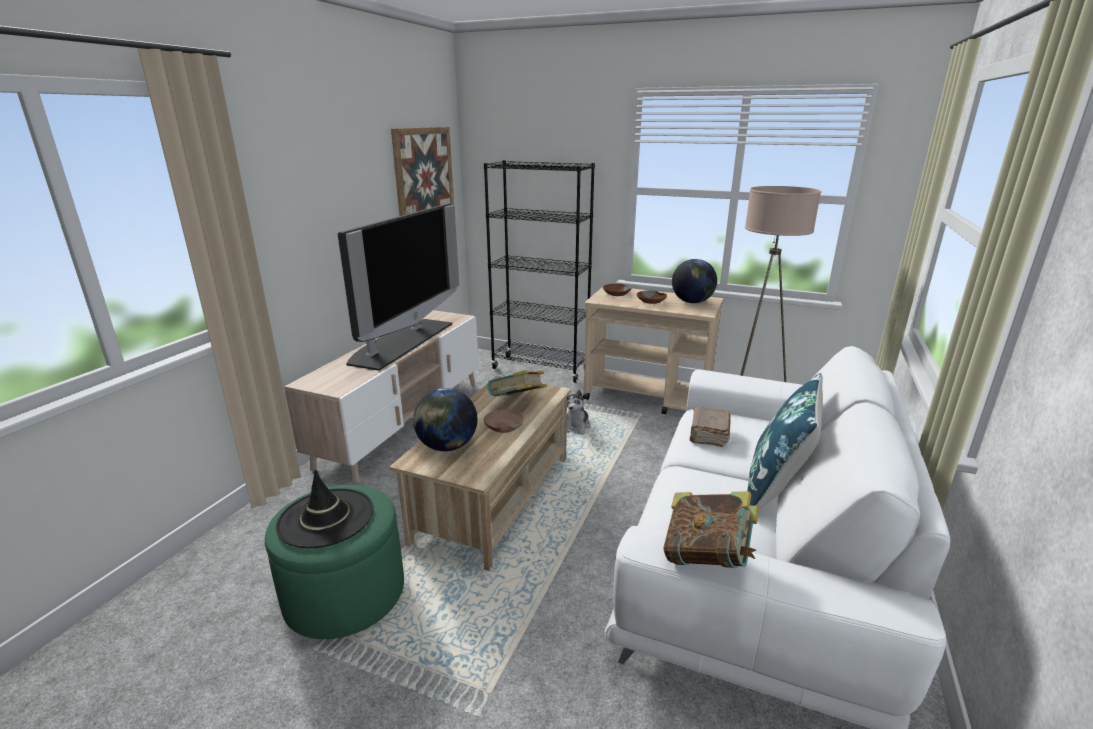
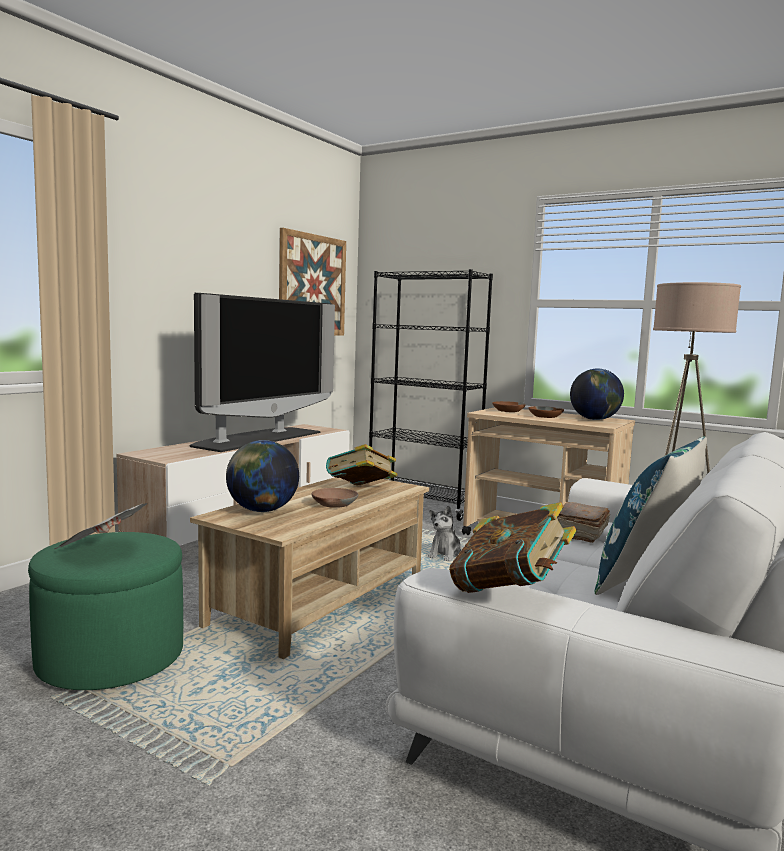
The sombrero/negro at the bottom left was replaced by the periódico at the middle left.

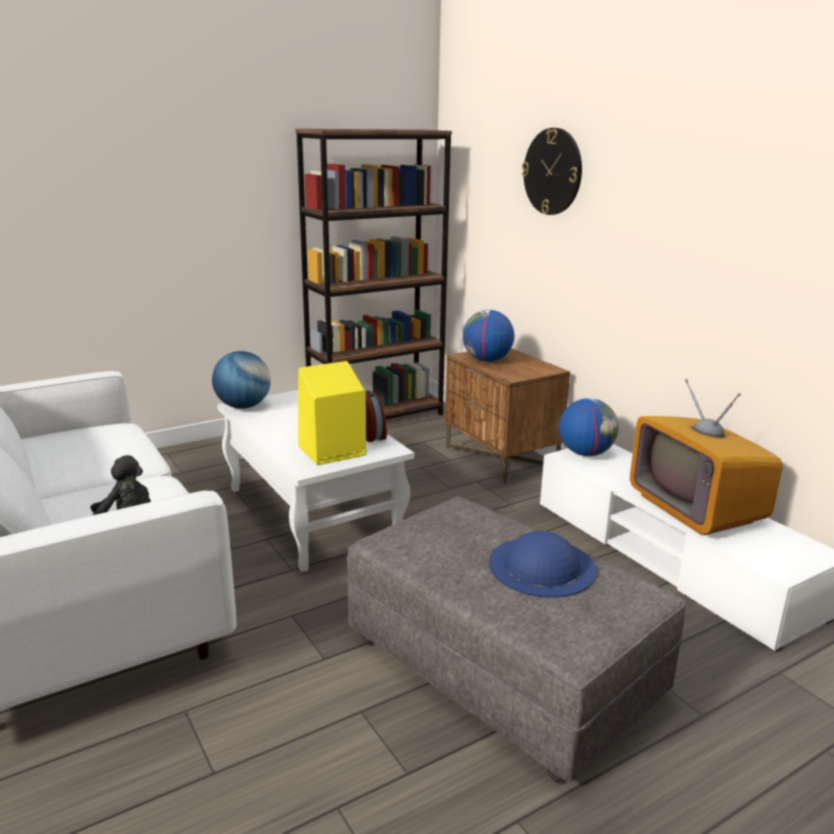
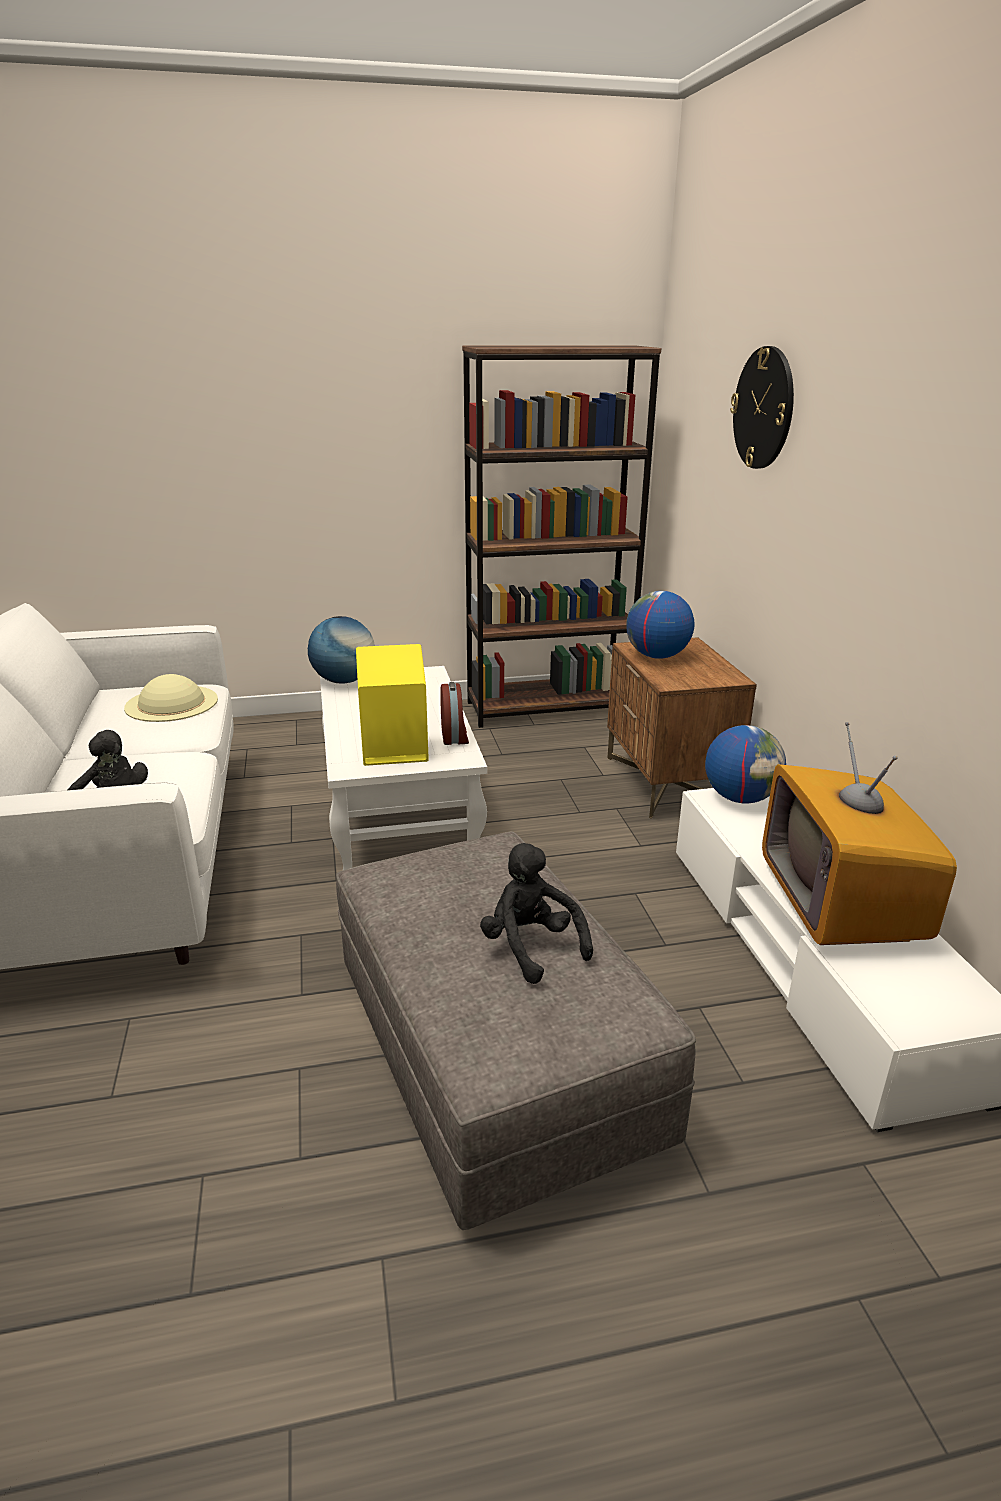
The sombrero/azul at the bottom centre was replaced by the peluche/negro (no. 2 from left) at the centre.
The sombrero/beis at the middle left appeared.

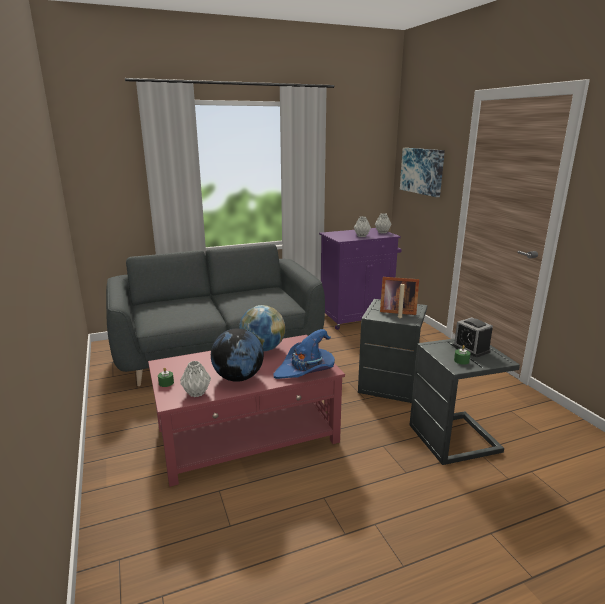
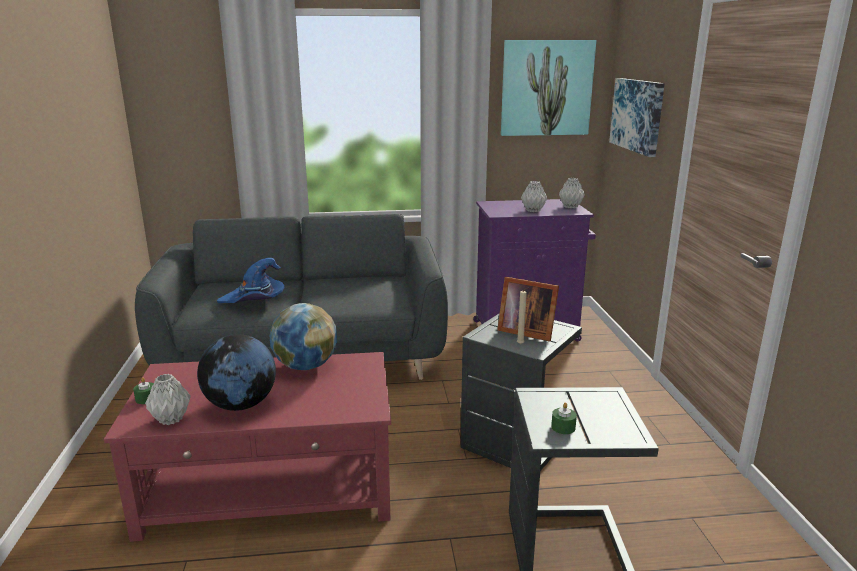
The sombrero/azul moved from the centre to the middle left.
The despertador at the middle right disappeared.
The cuadro (no. 1 from left) at the top centre appeared.

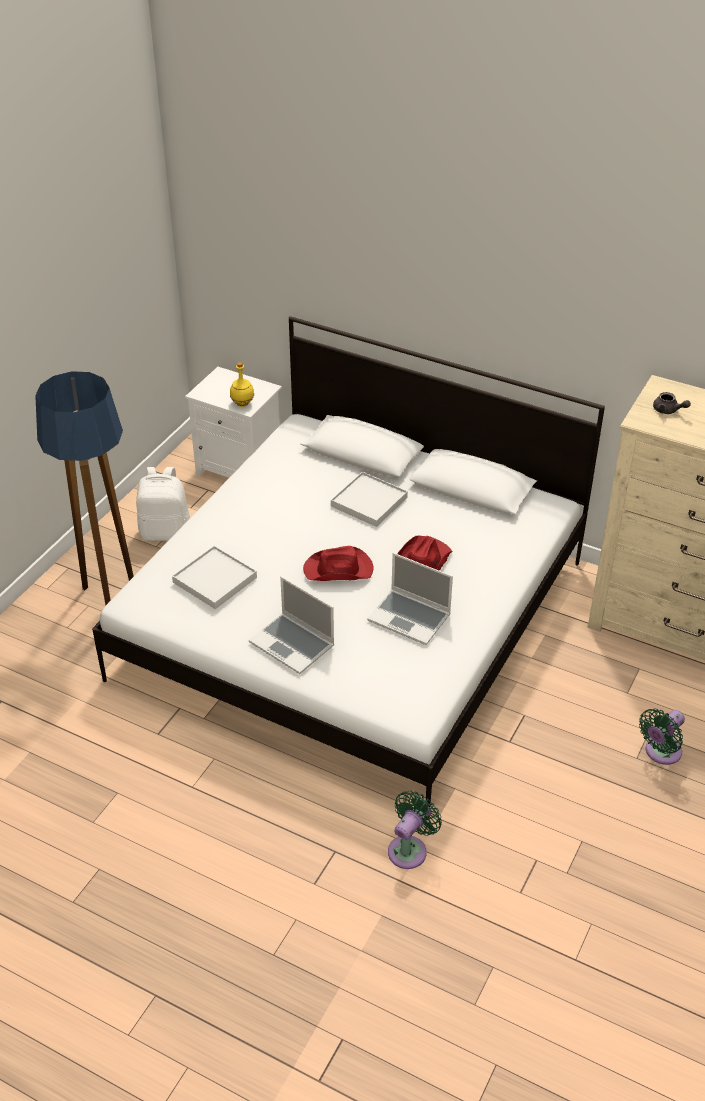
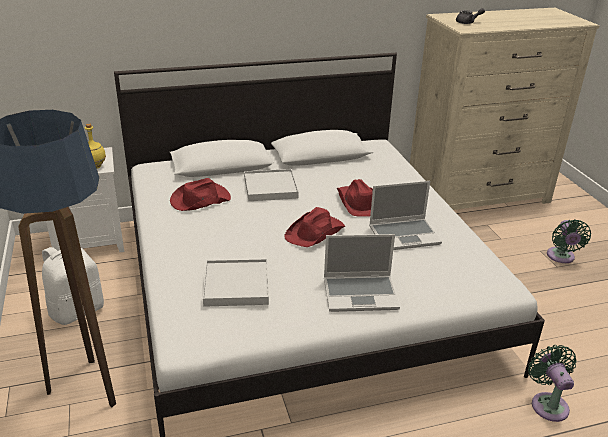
The sombrero/rojo (no. 1 from left) at the middle left appeared.

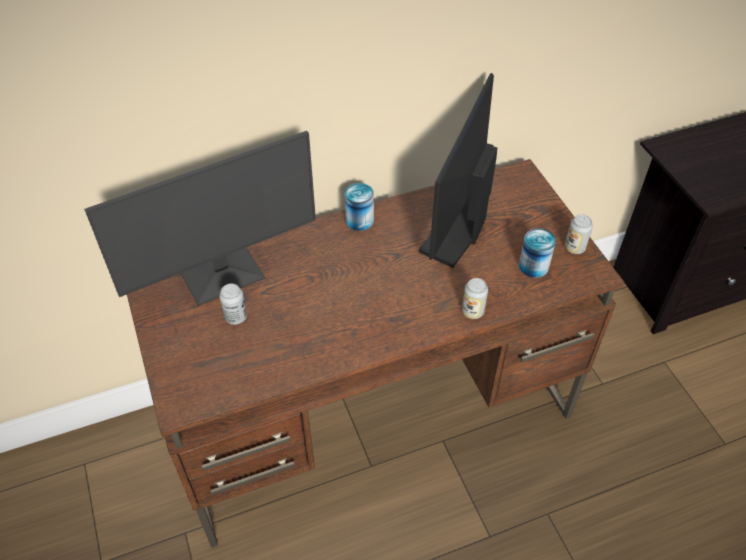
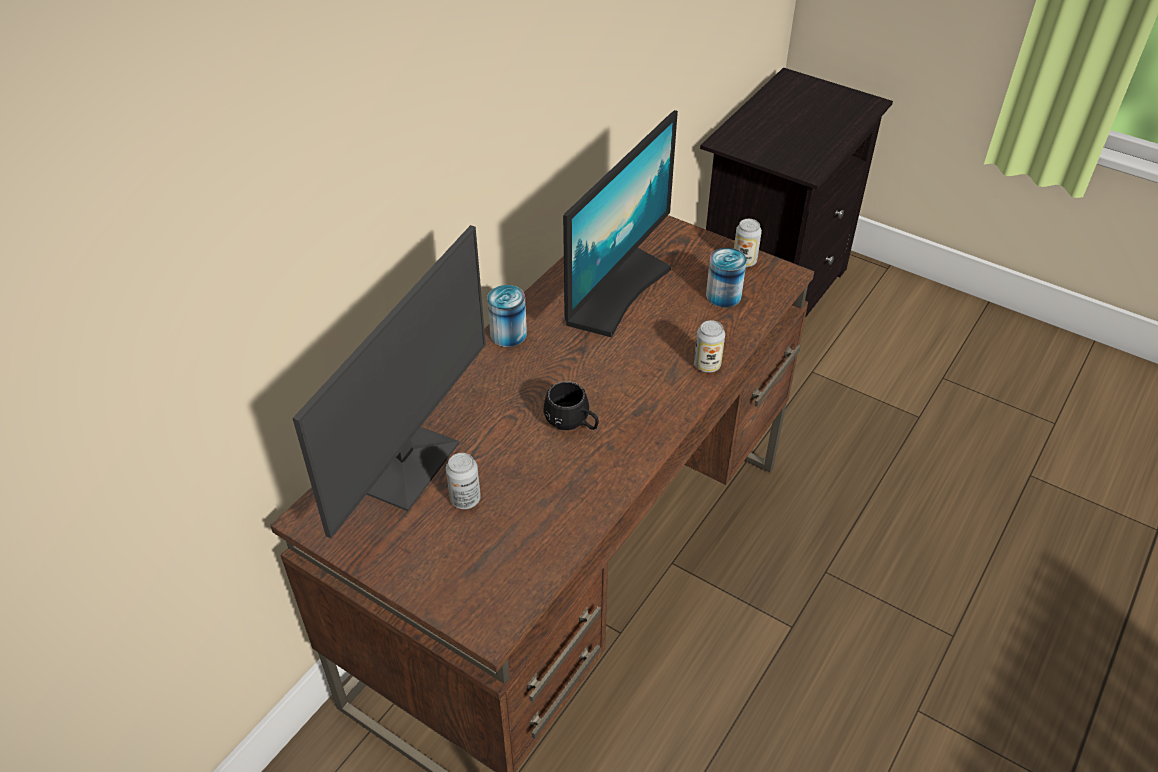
The monitor (no. 2 from left) at the top centre turned 135 degrees counterclockwise.
The taza grande/negro at the centre appeared.

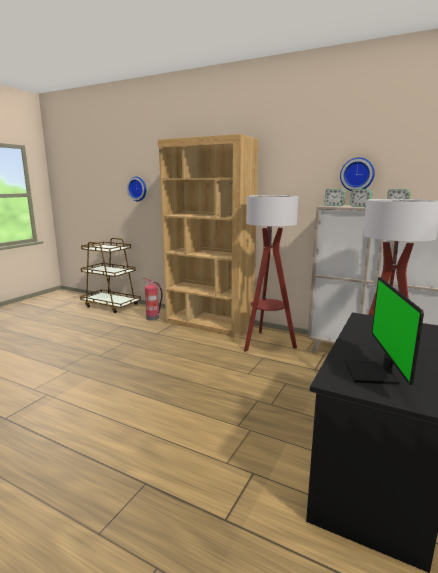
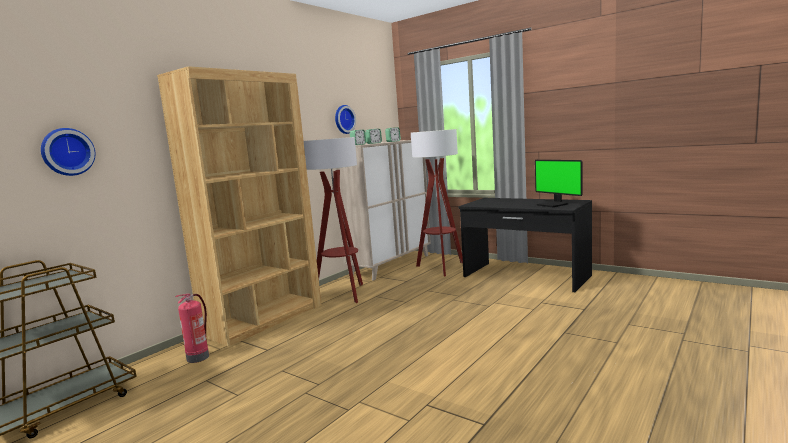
The monitor at the middle right turned 45 degrees clockwise.

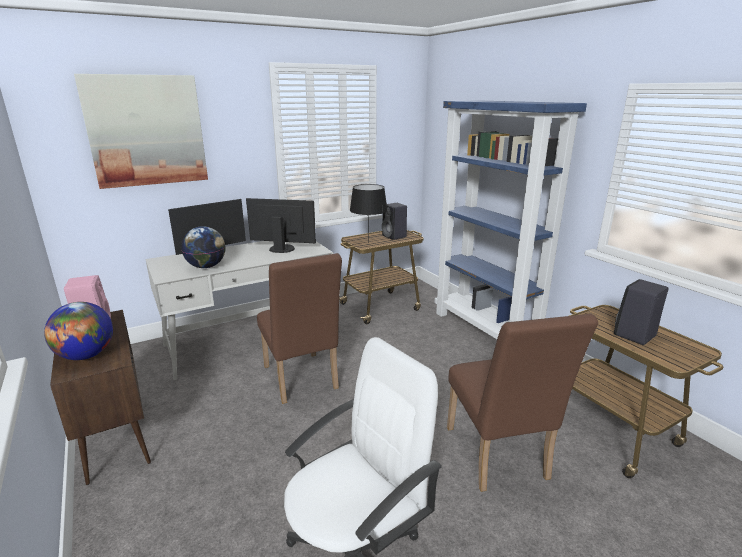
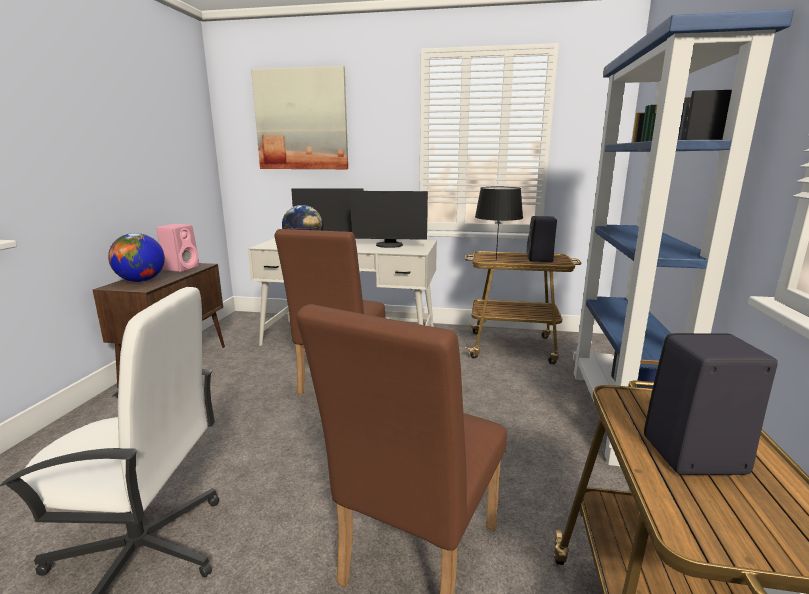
The monitor (no. 2 from left) at the centre turned 135 degrees clockwise.

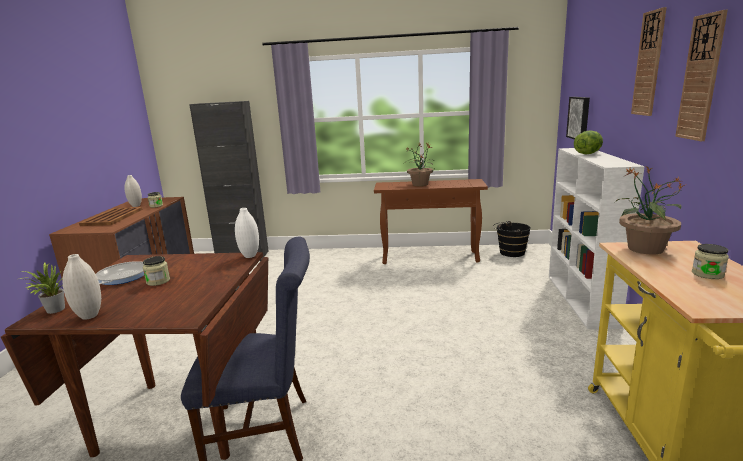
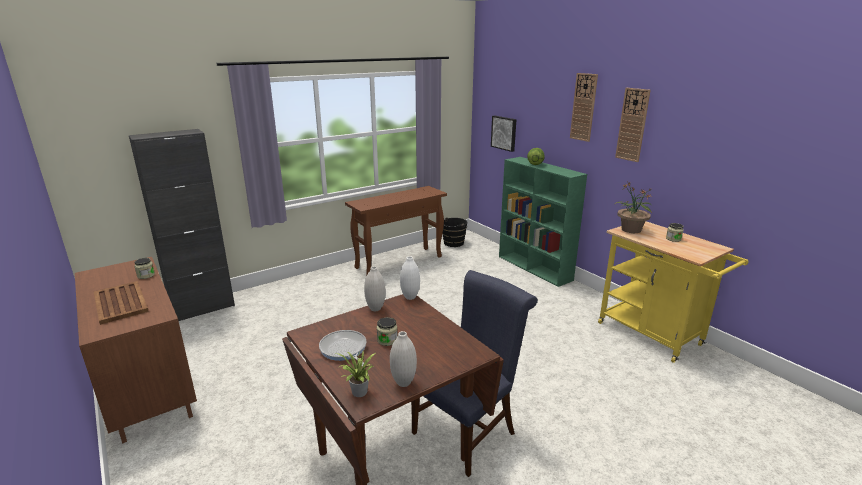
The florero/blanco (no. 2 from left in the first image) moved from the middle left to the centre.
The planta en maceta (no. 2 from left) at the centre disappeared.
The estantería/blanco at the middle right became the estantería/verde at the centre.

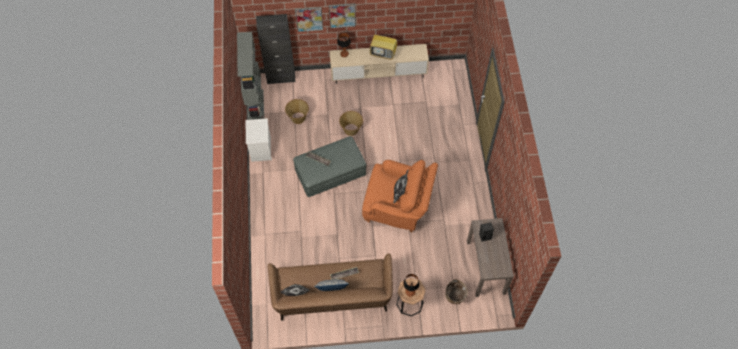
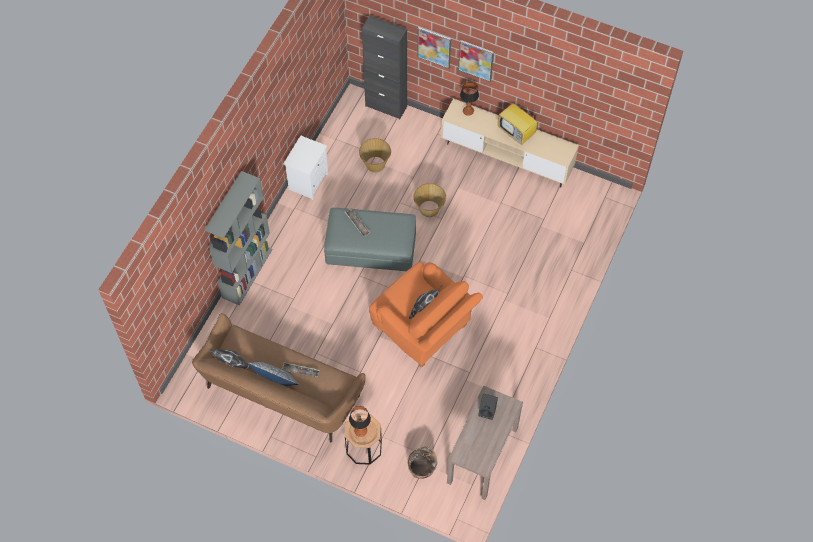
The estantería/gris moved from the top centre to the middle left.

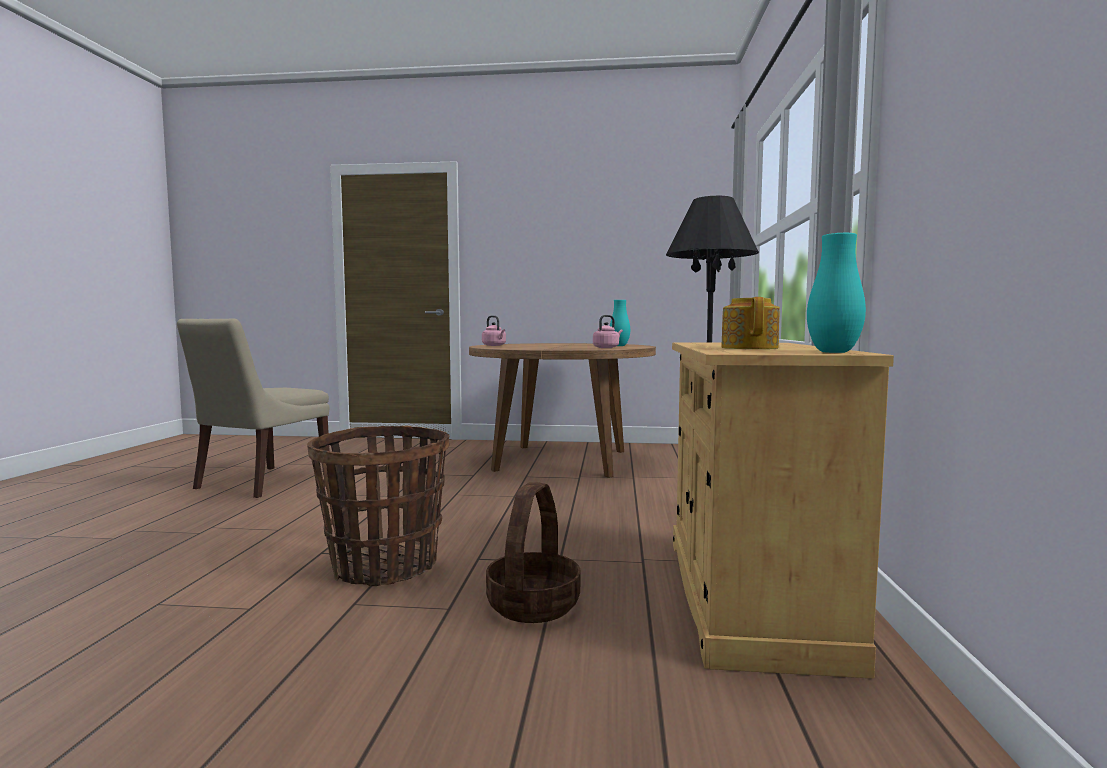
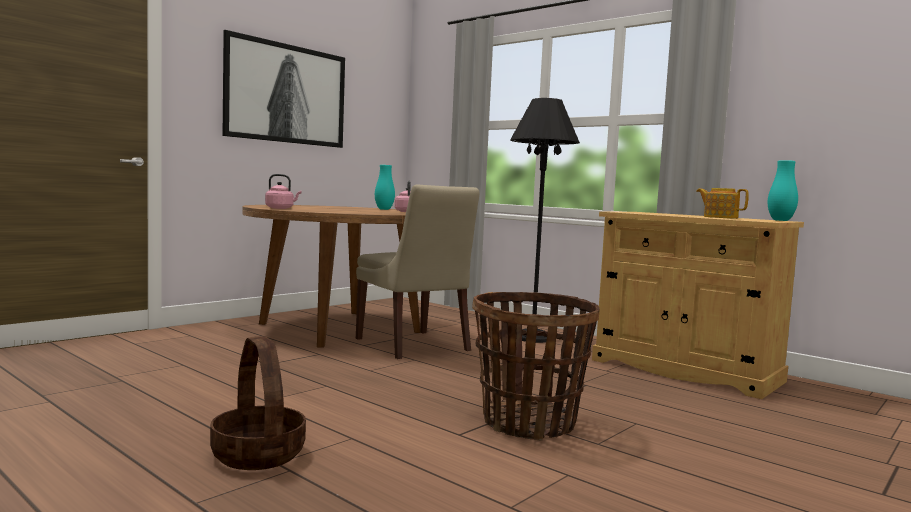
The silla/beis moved from the middle left to the centre.
The cesta (no. 2 from left in the first image) moved from the bottom centre to the bottom left.
The cuadro at the top left appeared.

